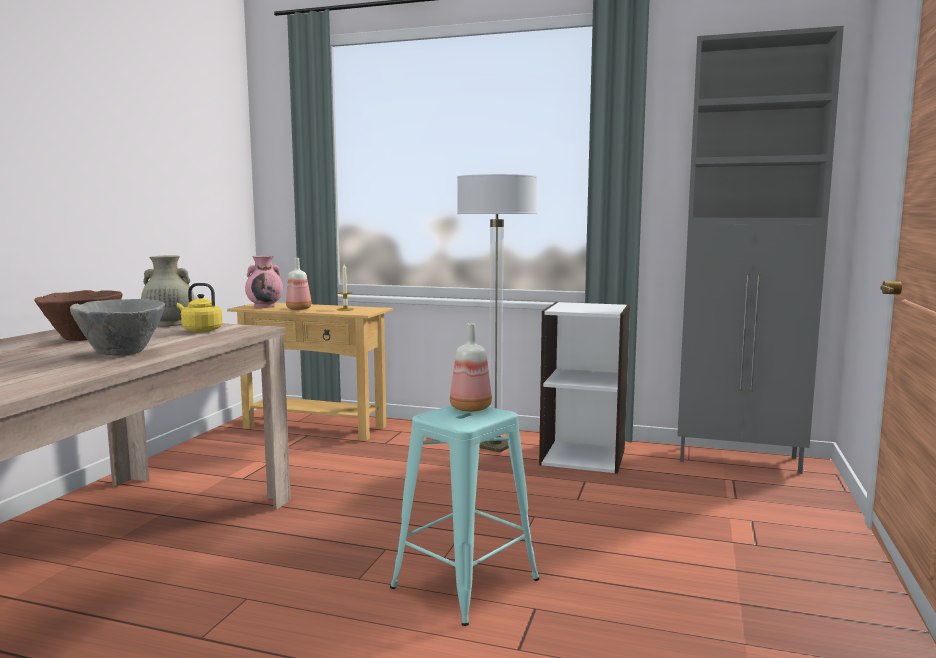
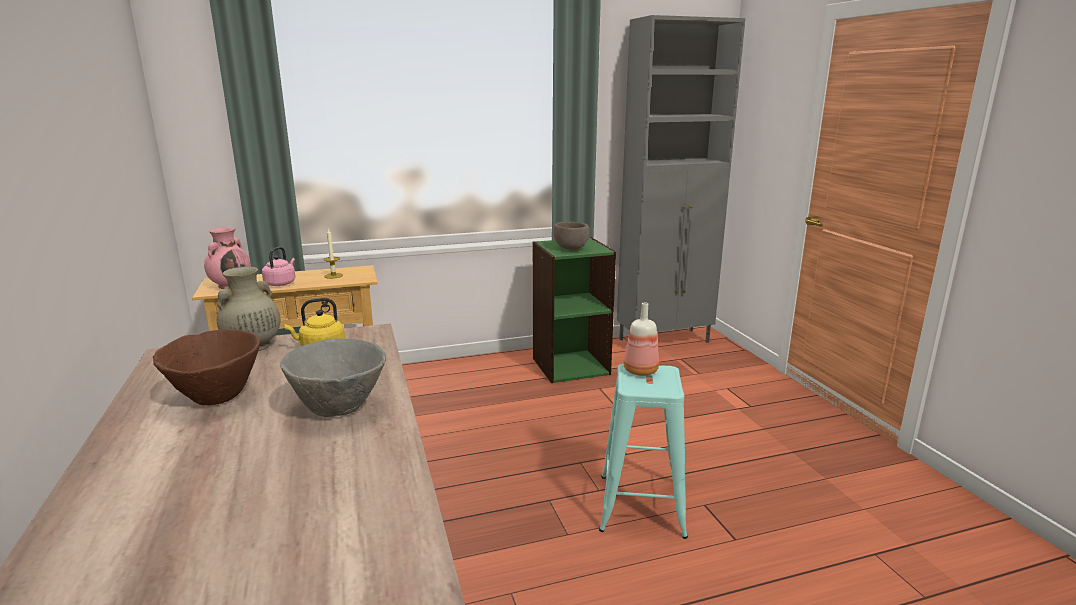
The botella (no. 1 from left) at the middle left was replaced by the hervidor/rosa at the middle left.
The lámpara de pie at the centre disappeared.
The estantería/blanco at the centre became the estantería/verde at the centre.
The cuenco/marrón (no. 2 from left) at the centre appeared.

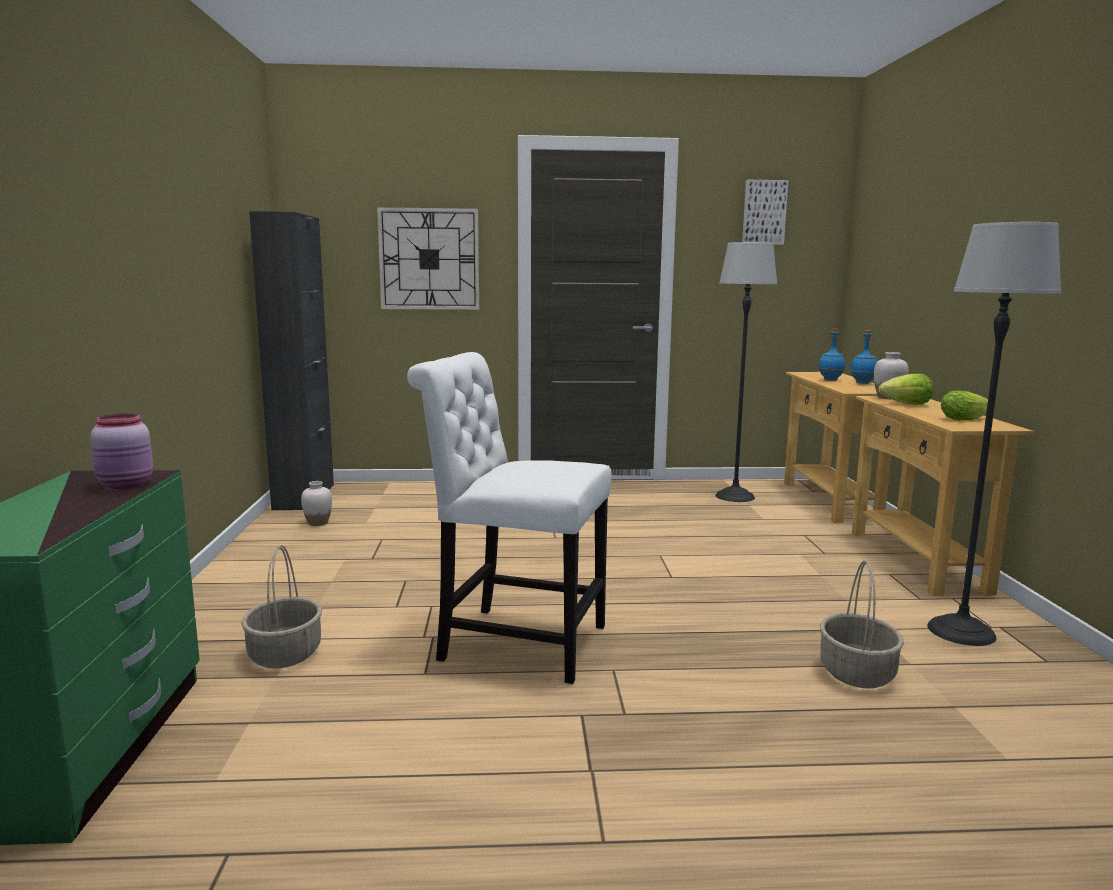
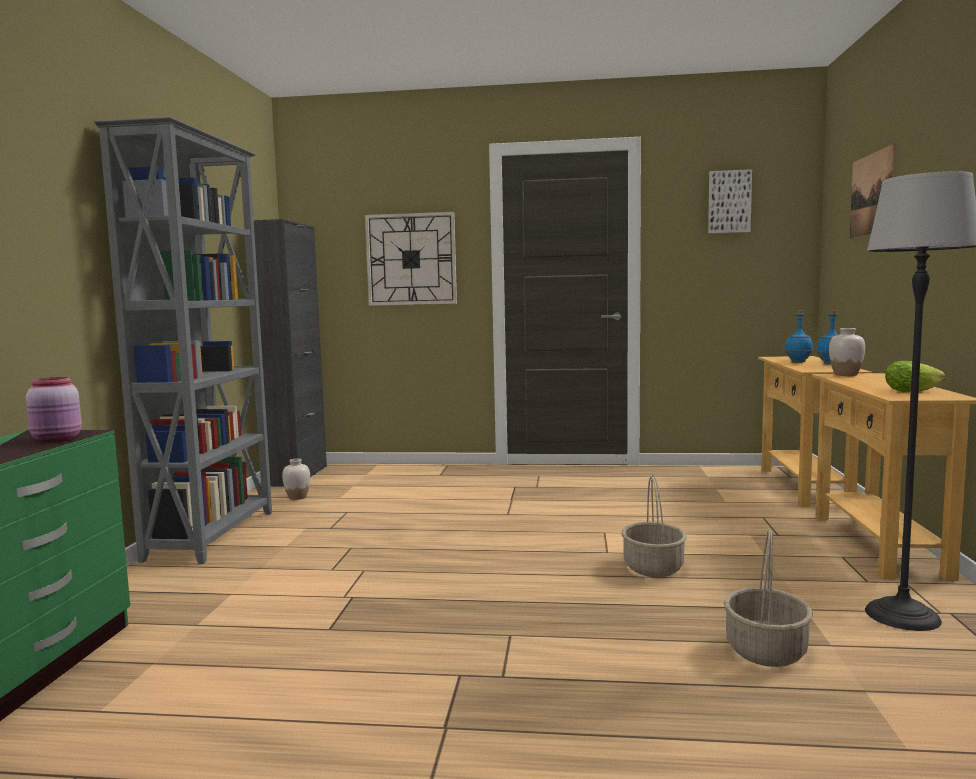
The cesta (no. 1 from left) moved from the bottom left to the bottom right.
The silla/blanco at the centre disappeared.
The lámpara de pie (no. 1 from left) at the middle right disappeared.
The lechuga (no. 1 from left) at the middle right disappeared.
The estantería/gris at the middle left appeared.
The cuadro (no. 2 from left) at the top right appeared.

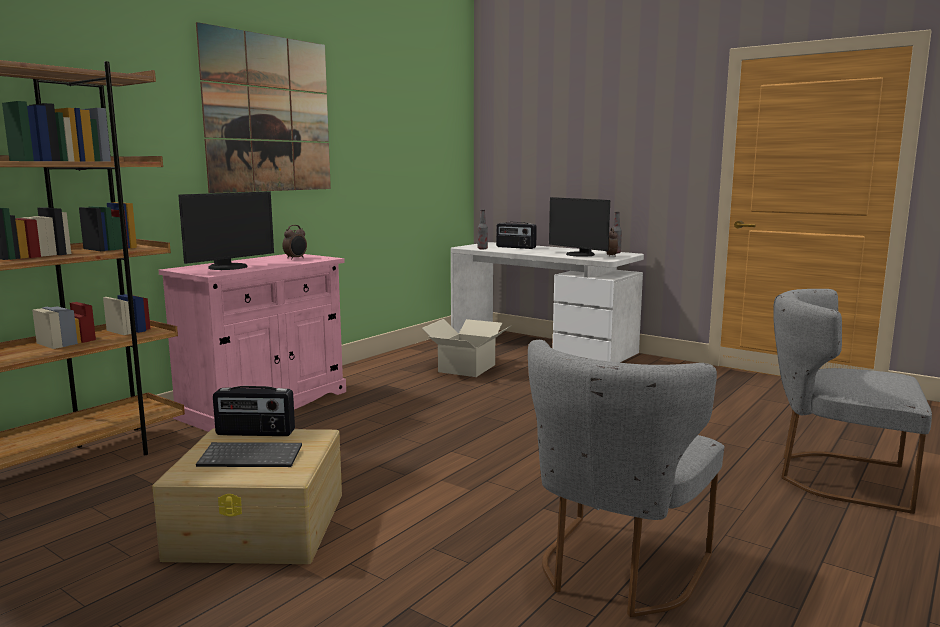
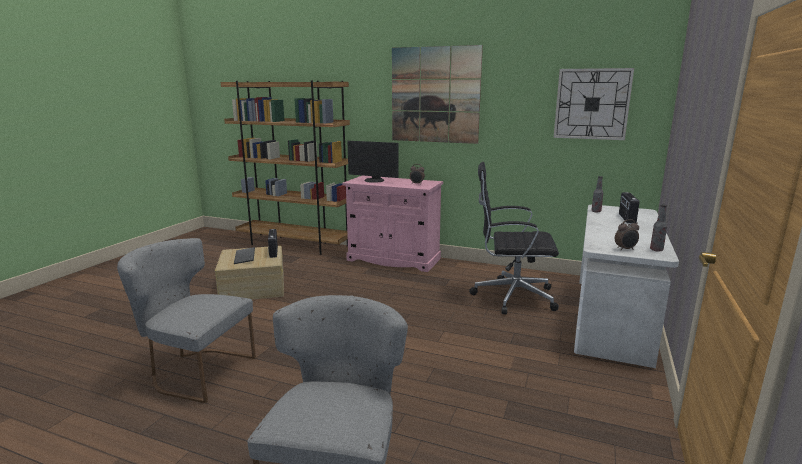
The caja de cartón at the centre was replaced by the silla de oficina/negro at the centre.
The monitor (no. 2 from left) at the centre disappeared.
The reloj de pared at the top right appeared.

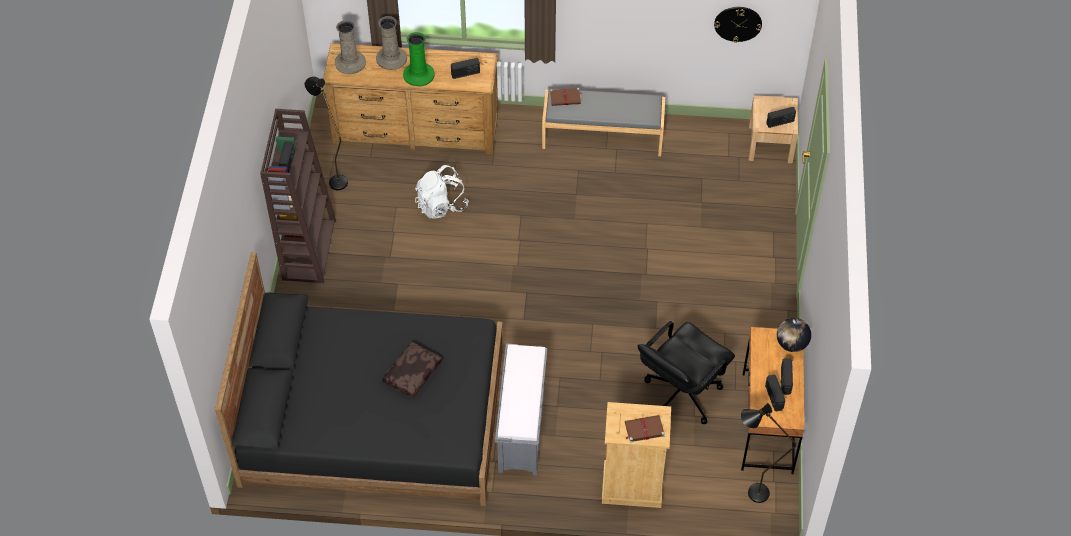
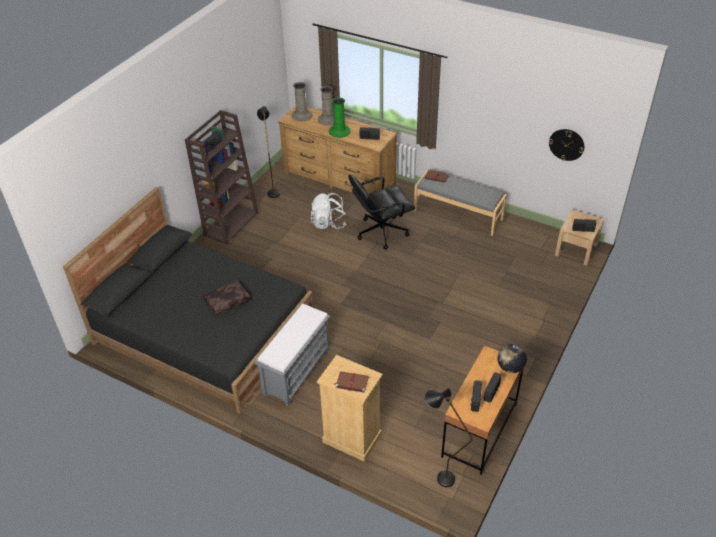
The silla de oficina/negro moved from the bottom centre to the centre.

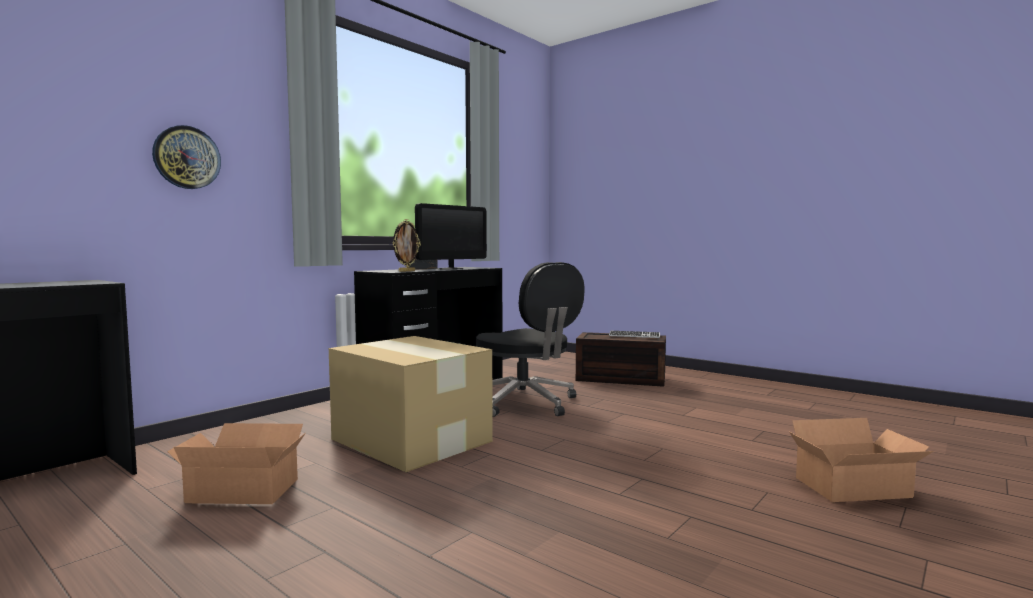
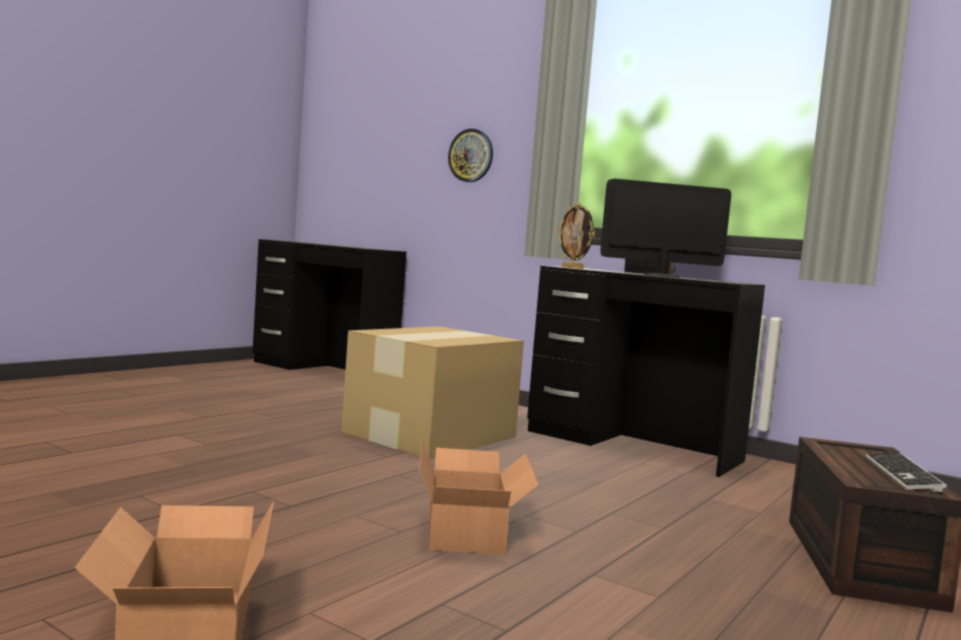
The caja de cartón (no. 1 from left in the first image) moved from the bottom left to the bottom centre.
The monitor at the centre turned 135 degrees clockwise.
The silla de oficina/negro at the centre disappeared.

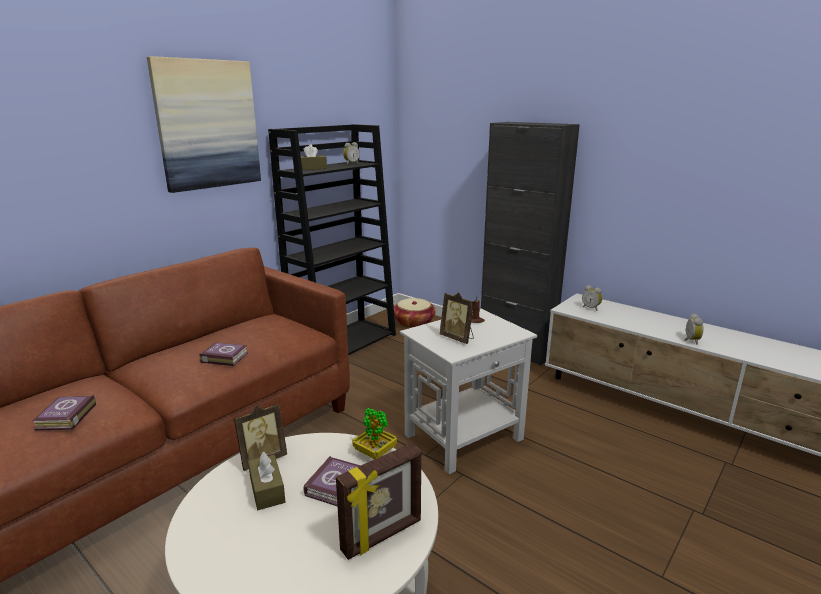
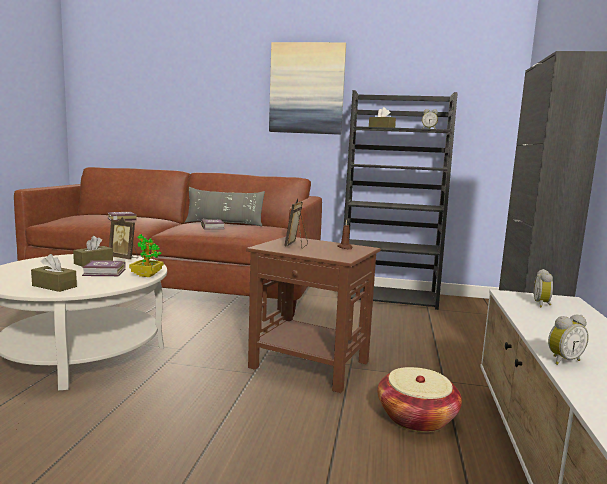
The portarretratos (no. 2 from left) at the bottom centre was replaced by the caja de pañuelos/marrón (no. 1 from left) at the middle left.
The cesta moved from the centre to the bottom right.
The mesa auxiliar/blanco at the centre became the mesa auxiliar/marrón at the centre.
The cojín/gris at the centre appeared.

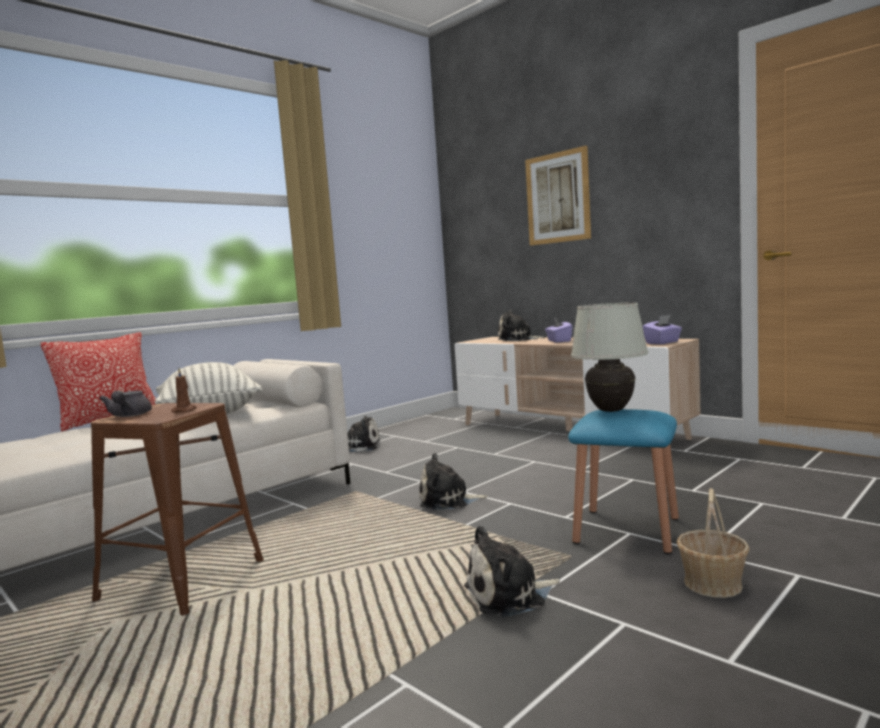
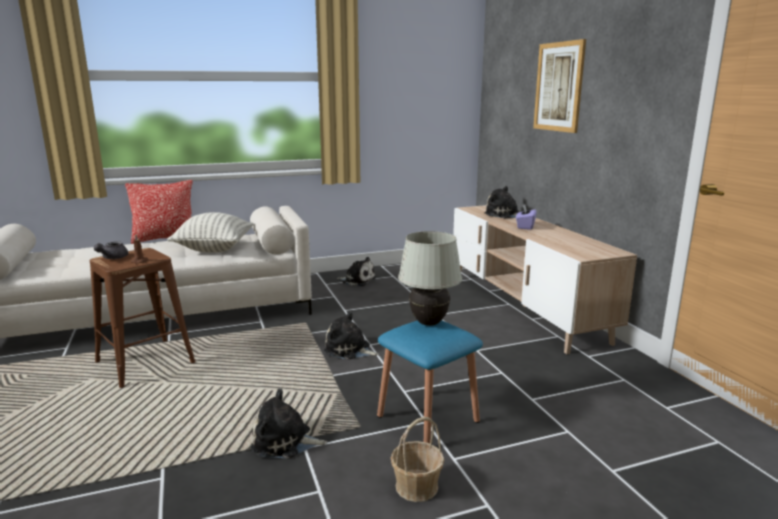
The caja de pañuelos/morado (no. 2 from left) at the middle right disappeared.

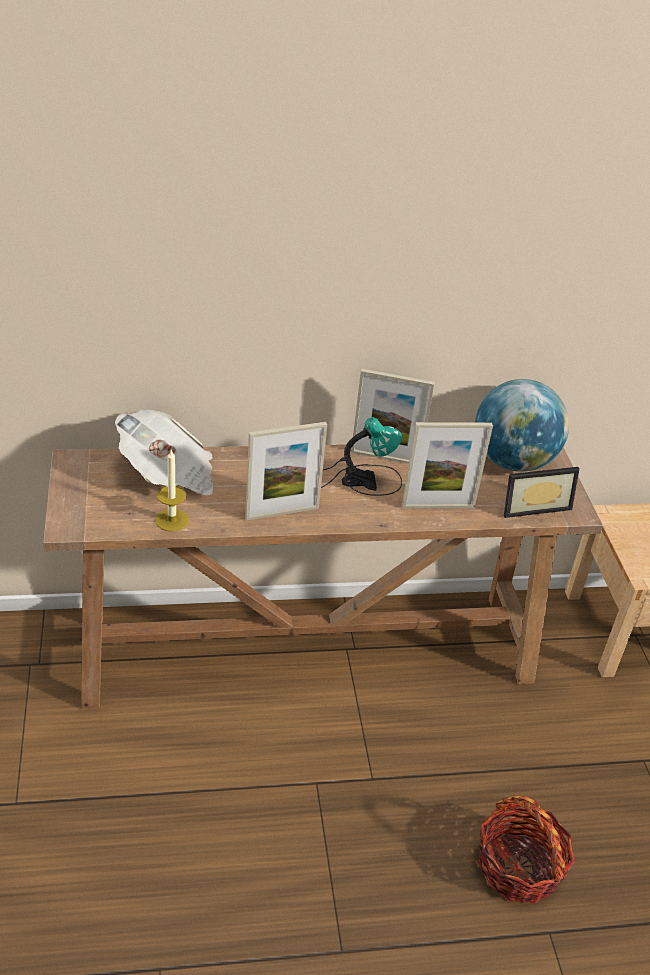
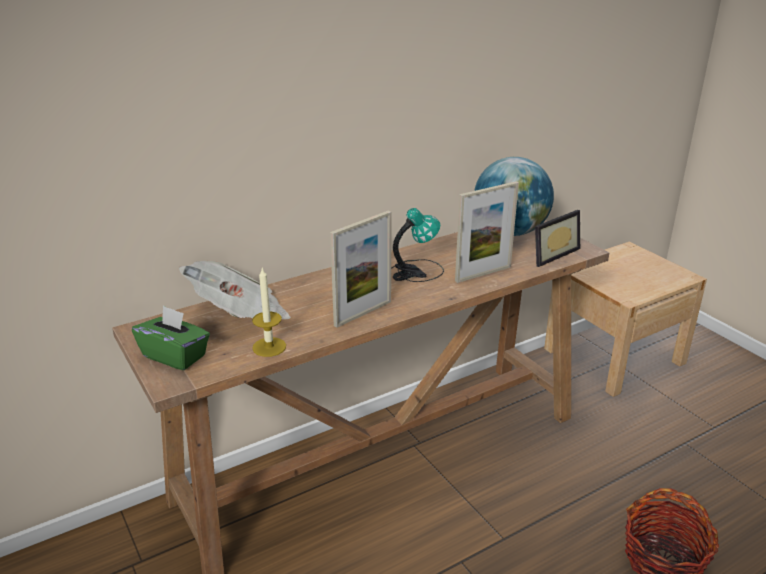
The portarretratos (no. 2 from left) at the centre disappeared.
The caja de pañuelos/verde at the middle left appeared.

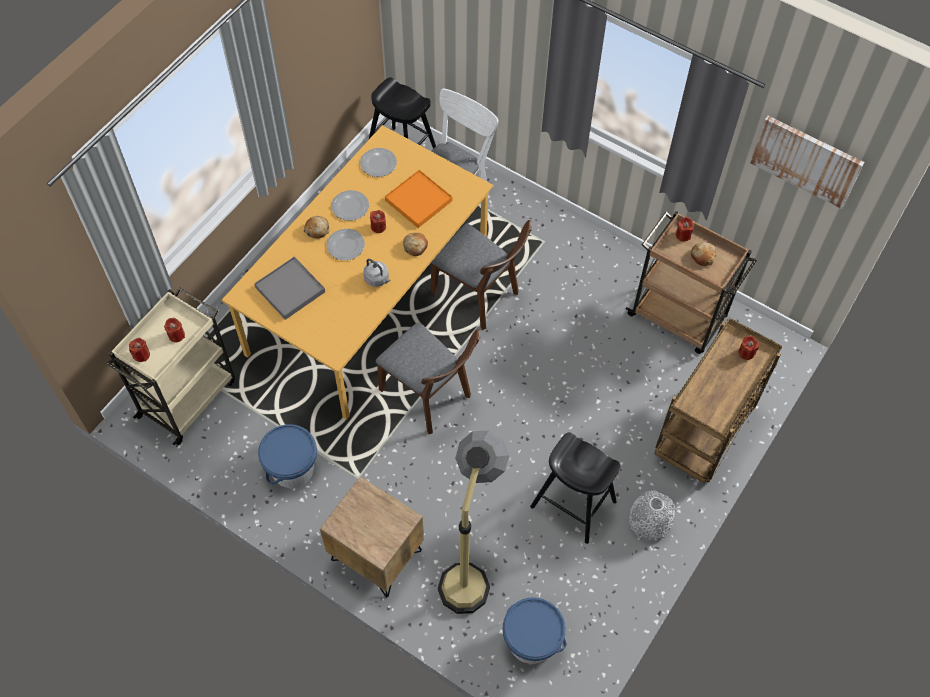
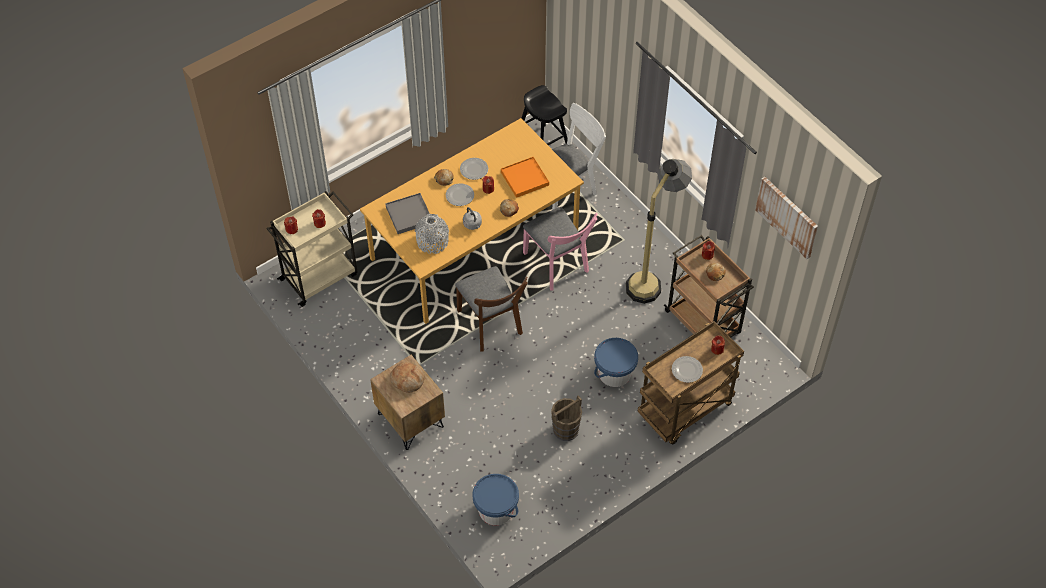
The cubo/azul (no. 1 from left in the first image) moved from the middle left to the centre.
The plato (no. 3 from left) moved from the top centre to the centre.
The silla/marrón (no. 2 from left) at the centre became the silla/rosa at the centre.
The lámpara de pie moved from the bottom centre to the centre.
The taburete/negro (no. 2 from left) at the bottom centre was replaced by the cubo/marrón at the bottom centre.
The florero/gris moved from the bottom right to the centre.
The pan (no. 1 from left) at the centre appeared.

